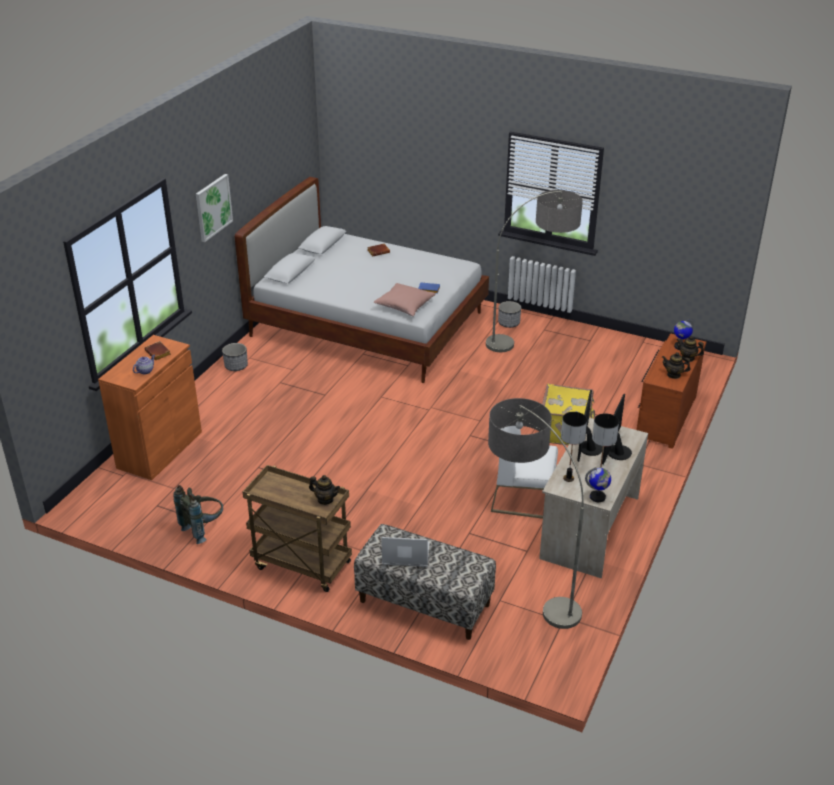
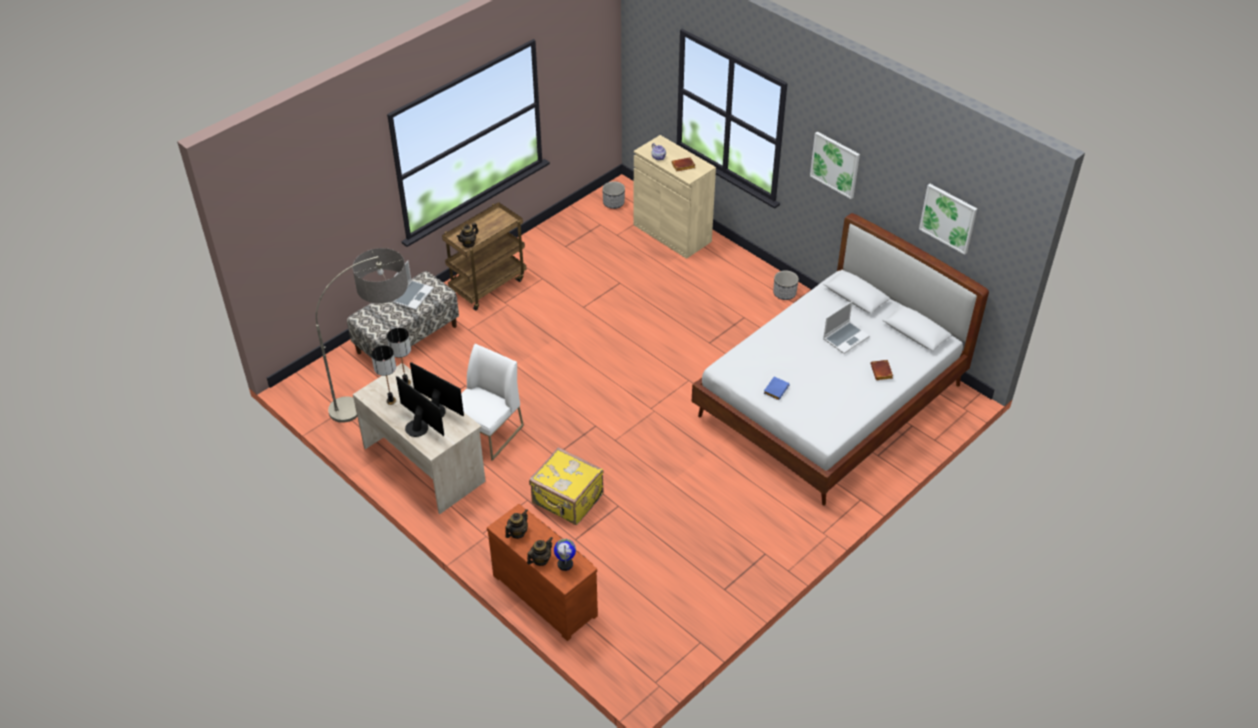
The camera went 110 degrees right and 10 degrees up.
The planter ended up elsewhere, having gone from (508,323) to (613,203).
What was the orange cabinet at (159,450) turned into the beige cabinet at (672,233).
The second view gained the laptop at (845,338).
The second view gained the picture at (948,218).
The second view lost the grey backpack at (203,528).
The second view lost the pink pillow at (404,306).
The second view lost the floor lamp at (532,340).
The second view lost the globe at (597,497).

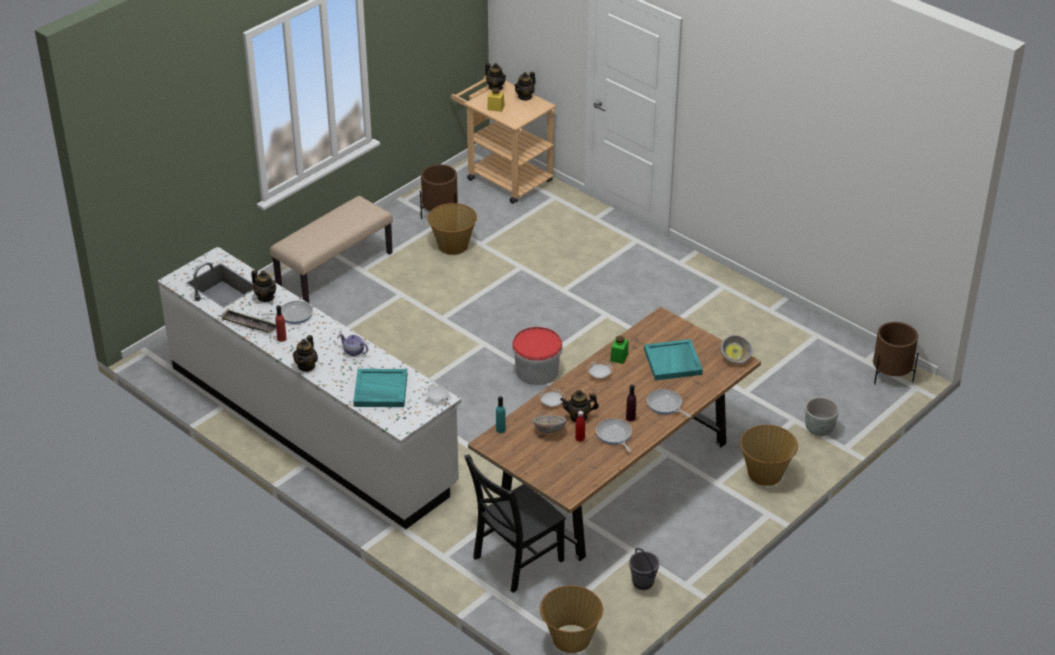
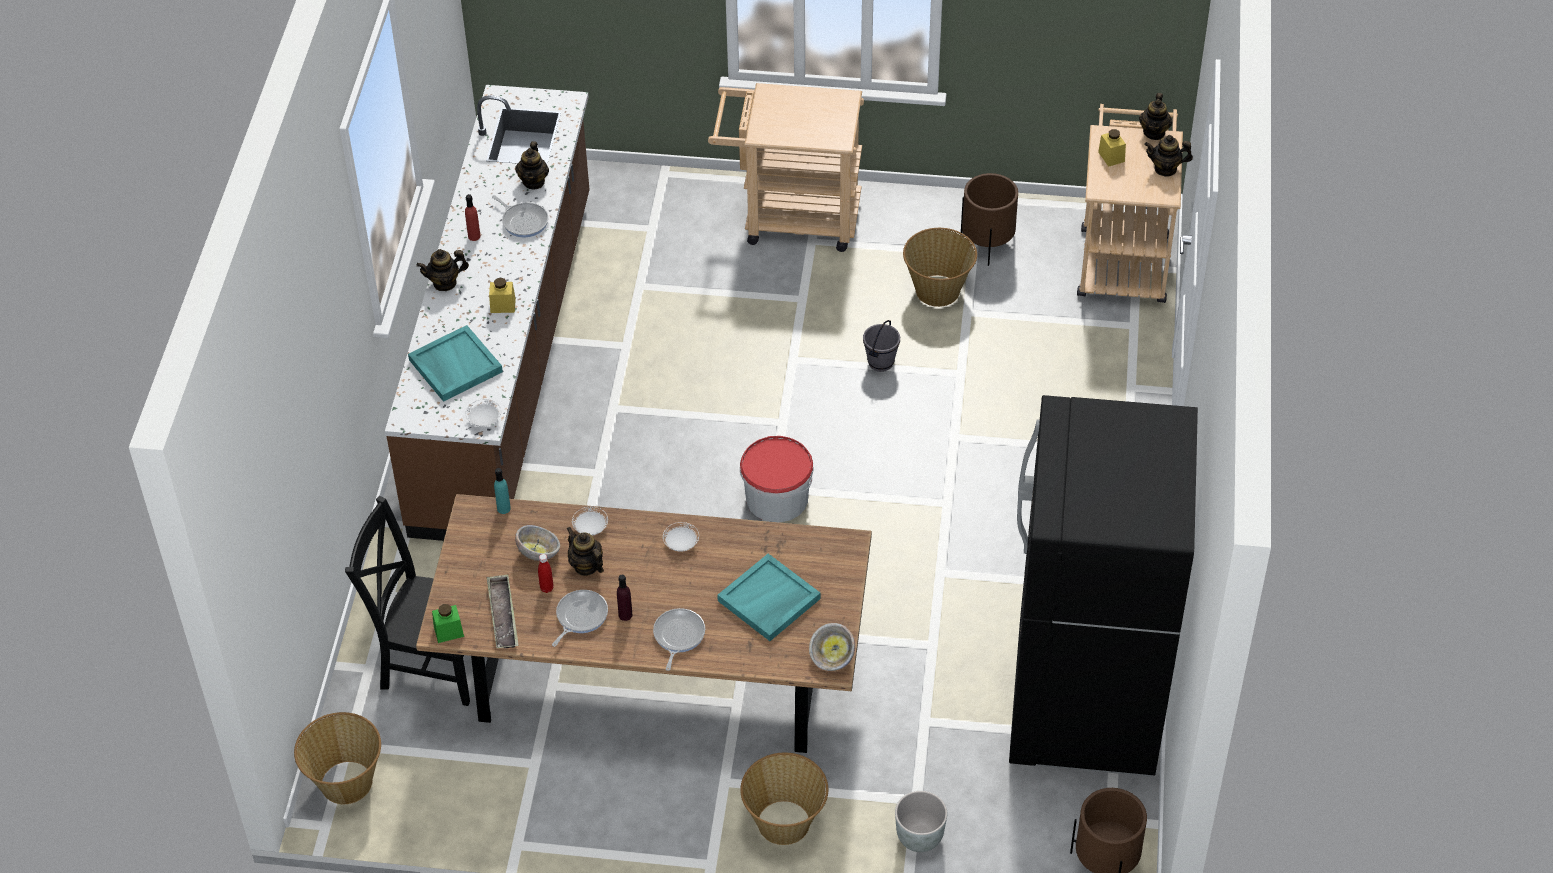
The camera went 55 degrees right and 10 degrees up.
What was the white counter at (312,426) turned into the brown counter at (506,361).
The green jar ended up elsewhere, having gone from (619,357) to (448,631).
The tray ended up elsewhere, having gone from (249,324) to (503,615).
Where the teapot stood at (353,351), the yellow jar came to stand at (503,305).
Where the beige bench stood at (334,269), the beige cart came to stand at (790,218).
The grey bucket ended up elsewhere, having gone from (643,583) to (881,363).
The second view gained the black fridge at (1085,704).

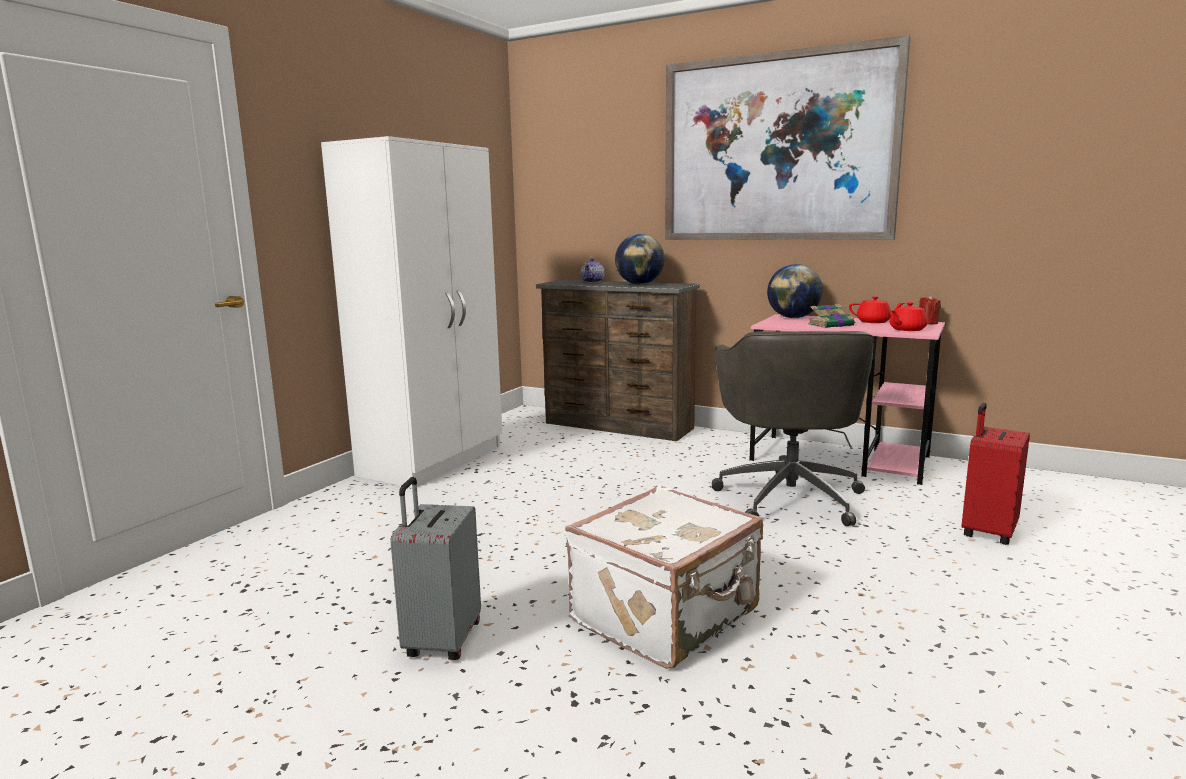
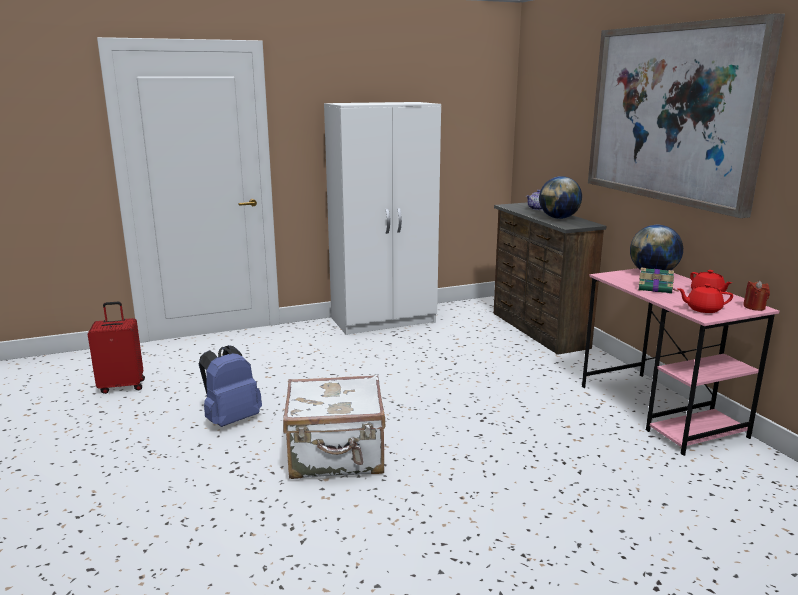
The camera went 40 degrees right and 5 degrees up.
The red suitcase ended up elsewhere, having gone from (987,532) to (122,386).
Where the grey suitcase stood at (441,641), the blue backpack came to stand at (231,419).
The second view lost the grey office chair at (789,497).

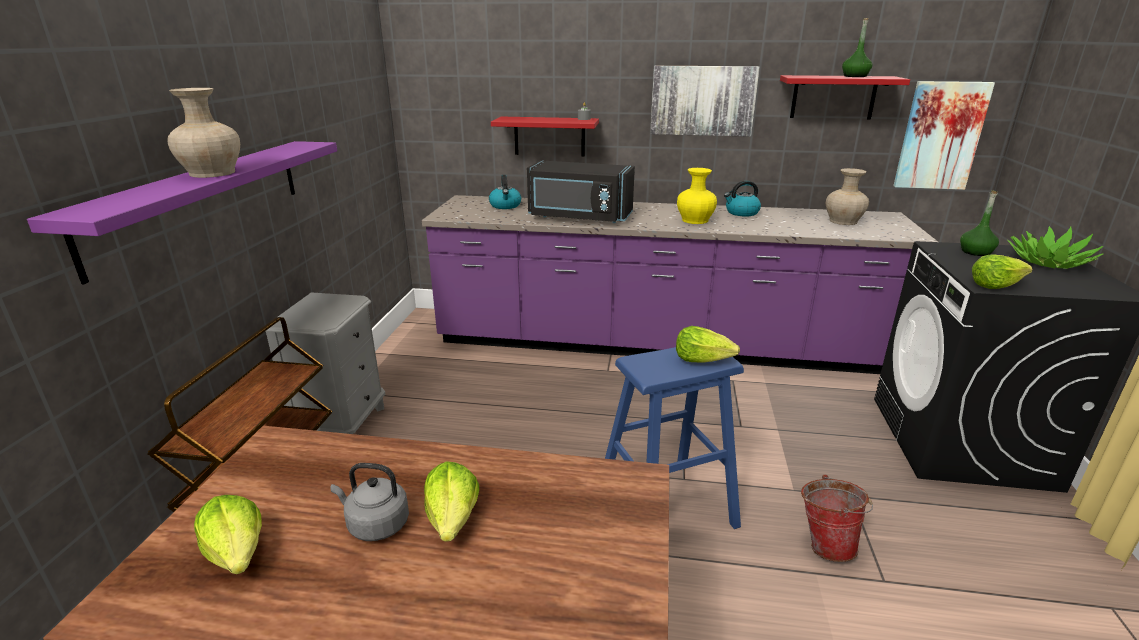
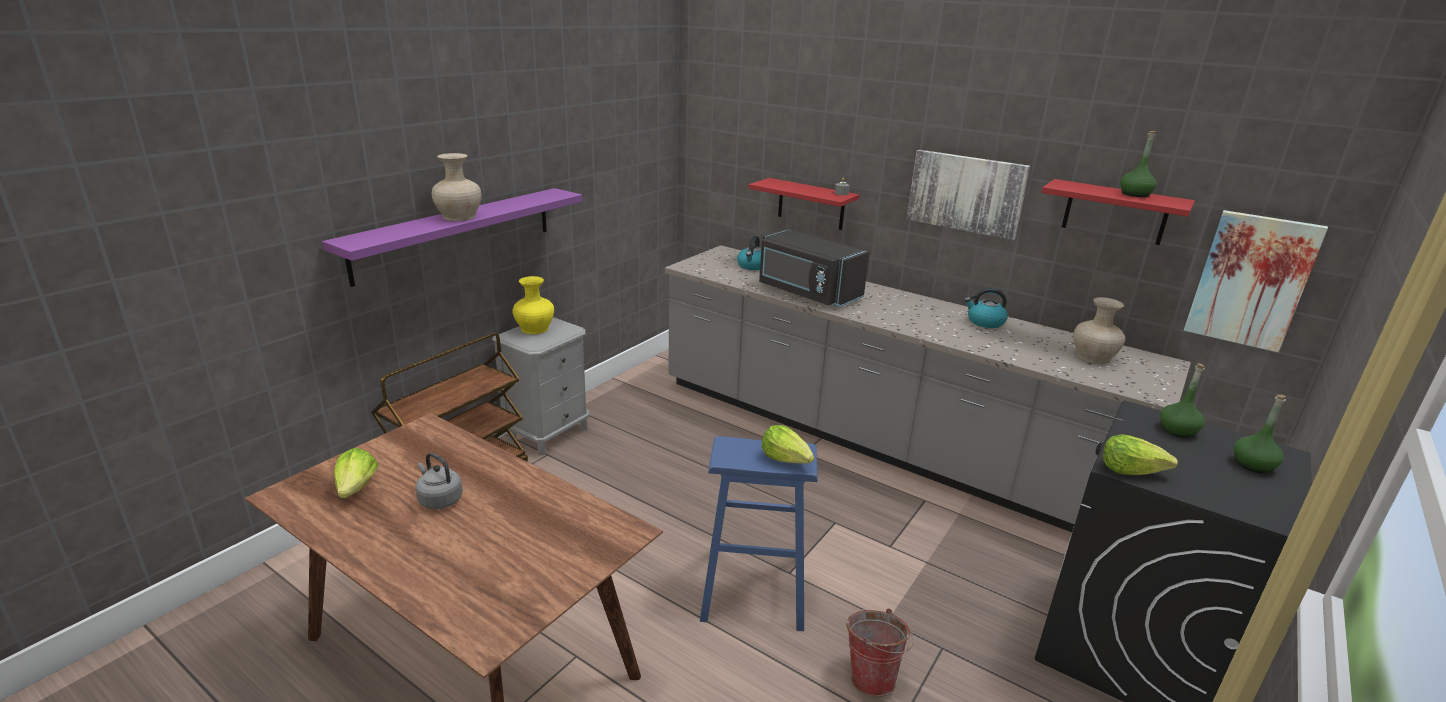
The camera went 25 degrees right and 0 degrees up.
The yellow vase ended up elsewhere, having gone from (695,220) to (535,329).
What was the purple counter at (657,344) turned into the grey counter at (877,441).
Where the potted plant stood at (1047,262), the green bottle came to stand at (1252,465).
The second view lost the lettuce at (453,518).

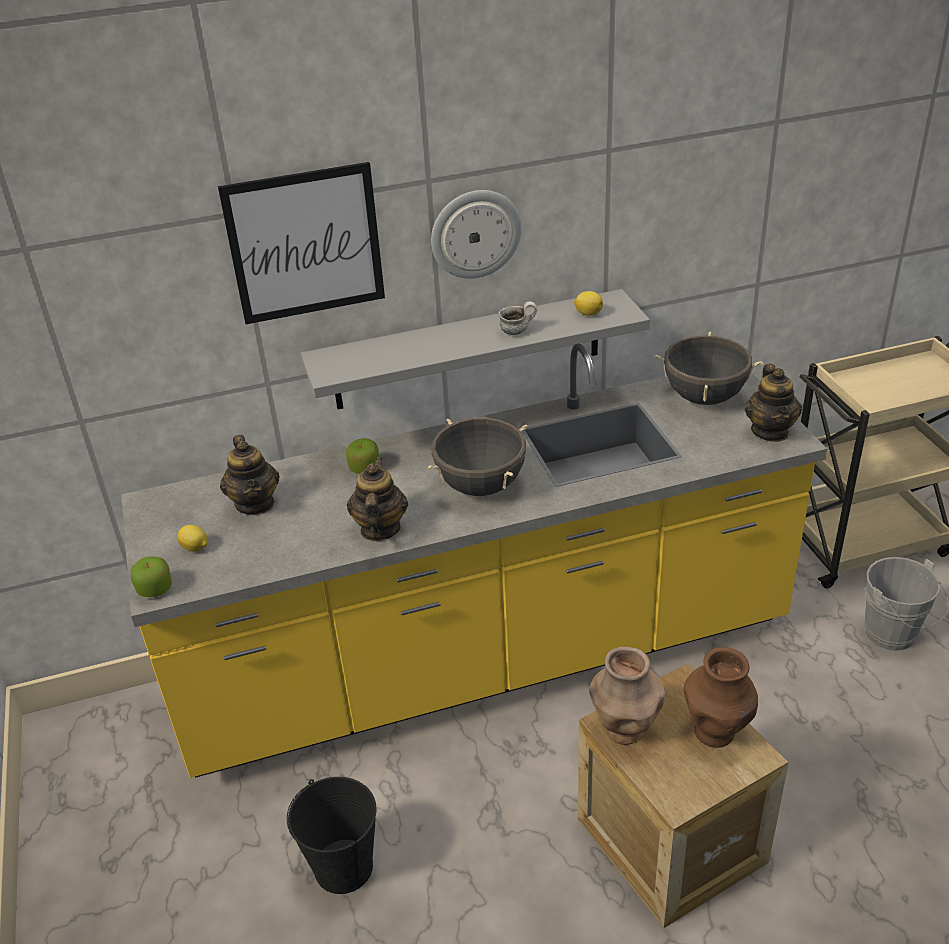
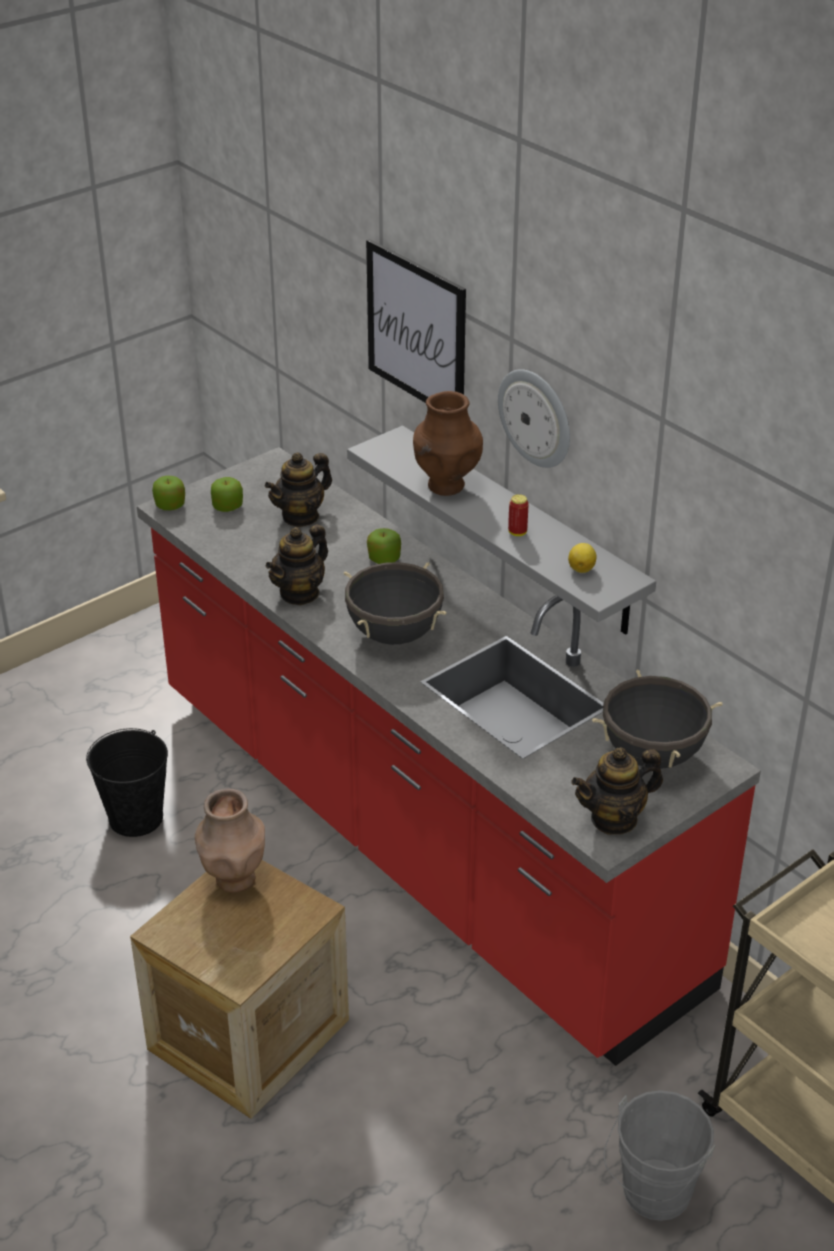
The camera went 65 degrees right and 0 degrees up.
What was the yellow counter at (486,661) turned into the red counter at (417,836).
Where the lemon stood at (195,548), the apple came to stand at (227,507).
The teapot at (379,529) ended up facing another way, 150 degrees clockwise from before.
The brown vase ended up elsewhere, having gone from (715,733) to (446,486).
Where the mug stood at (518,330), the can came to stand at (517,532).

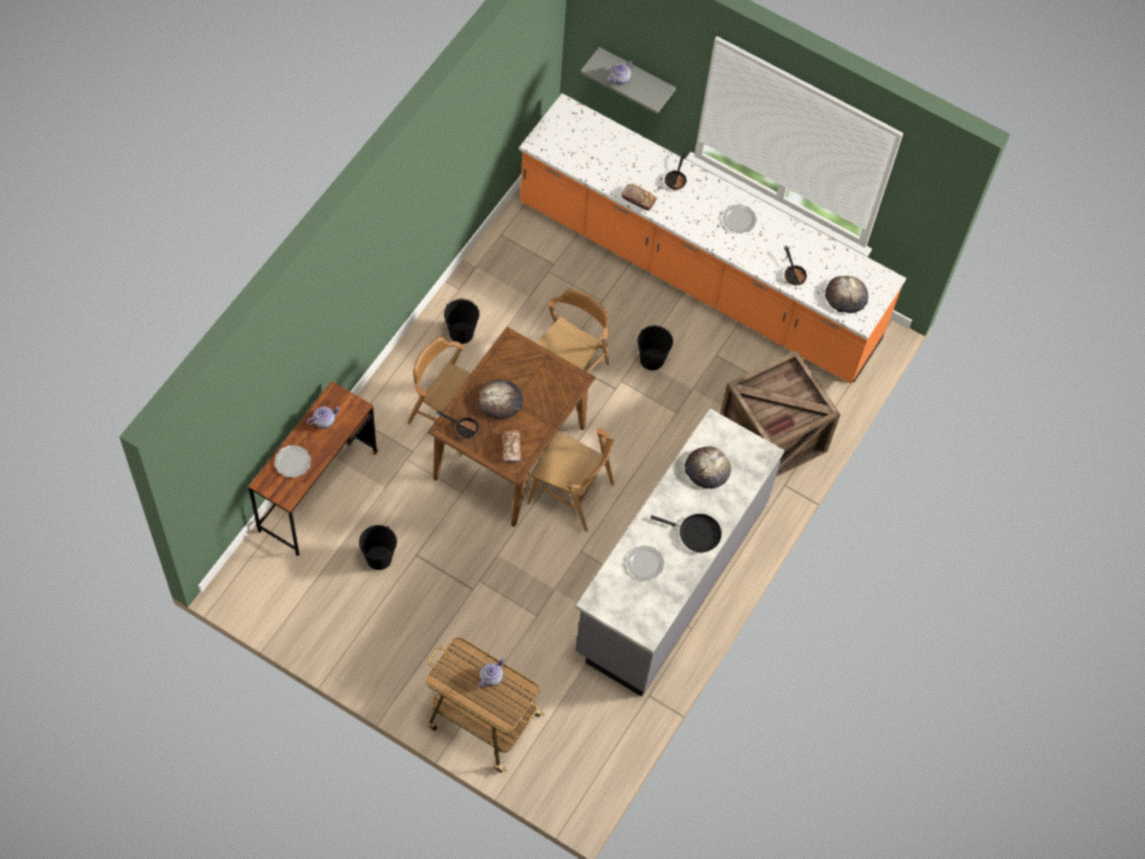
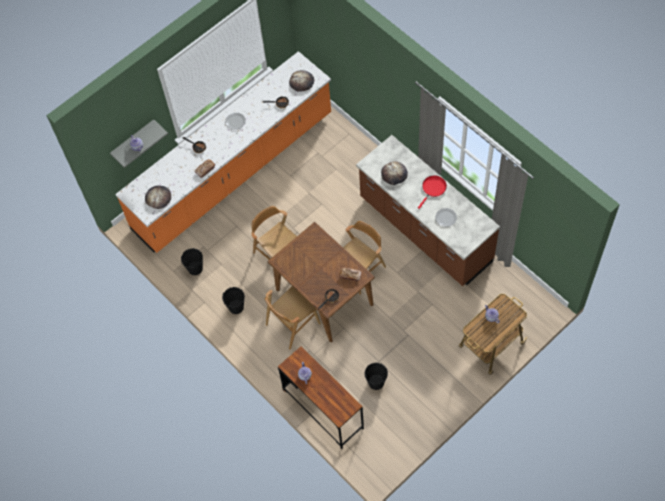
The camera went 65 degrees left and 0 degrees up.
The bread ended up elsewhere, having gone from (500,401) to (158,197).
The black bucket ended up elsewhere, having gone from (651,360) to (195,268).
What was the grey counter at (670,578) turned into the brown counter at (425,231).
What was the black frying pan at (696,534) turned into the red frying pan at (433,188).
The second view lost the plate at (292,462).
The second view lost the crate at (772,438).

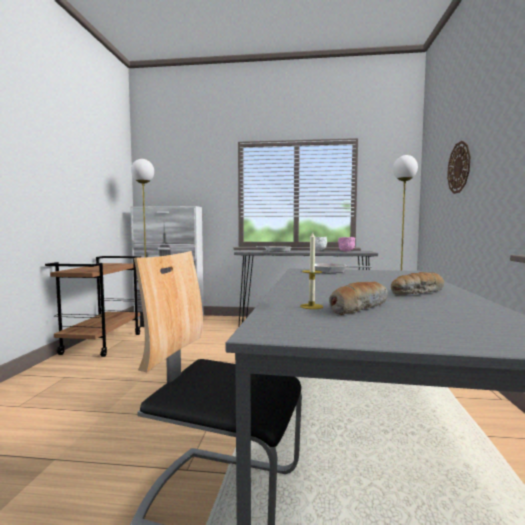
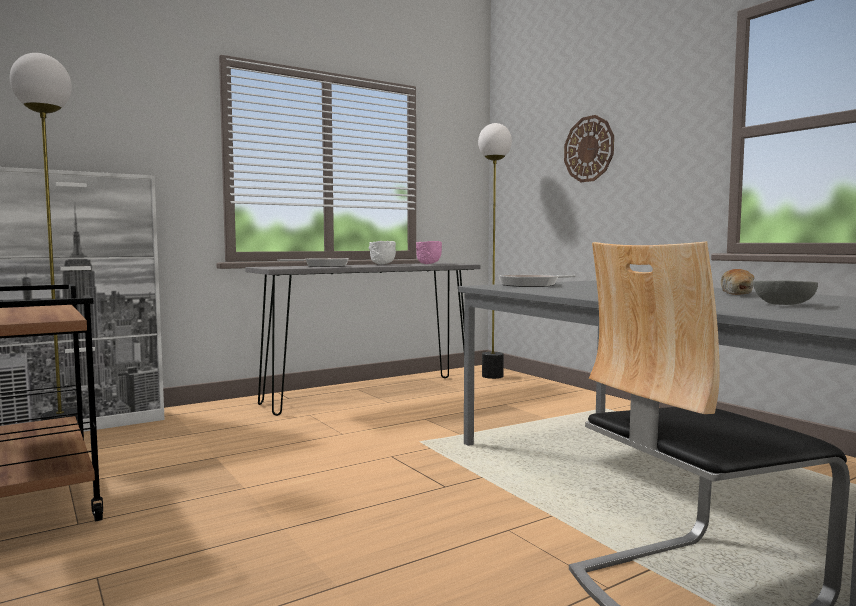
The camera went 40 degrees left and 0 degrees up.
Where the bread stood at (358,307), the grey bowl came to stand at (782,304).
The second view lost the candle at (311,306).

